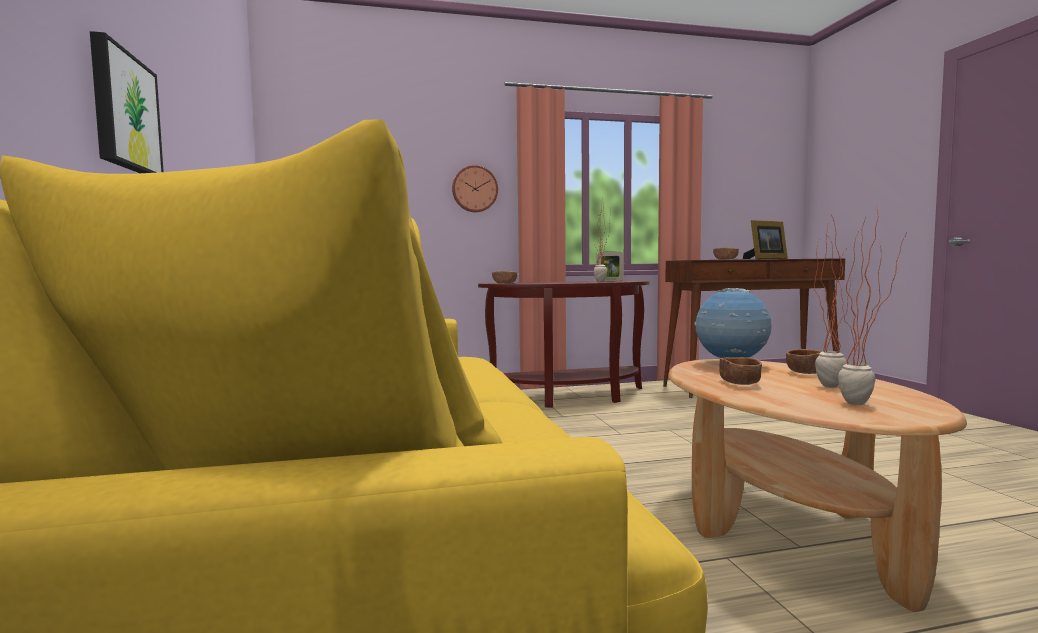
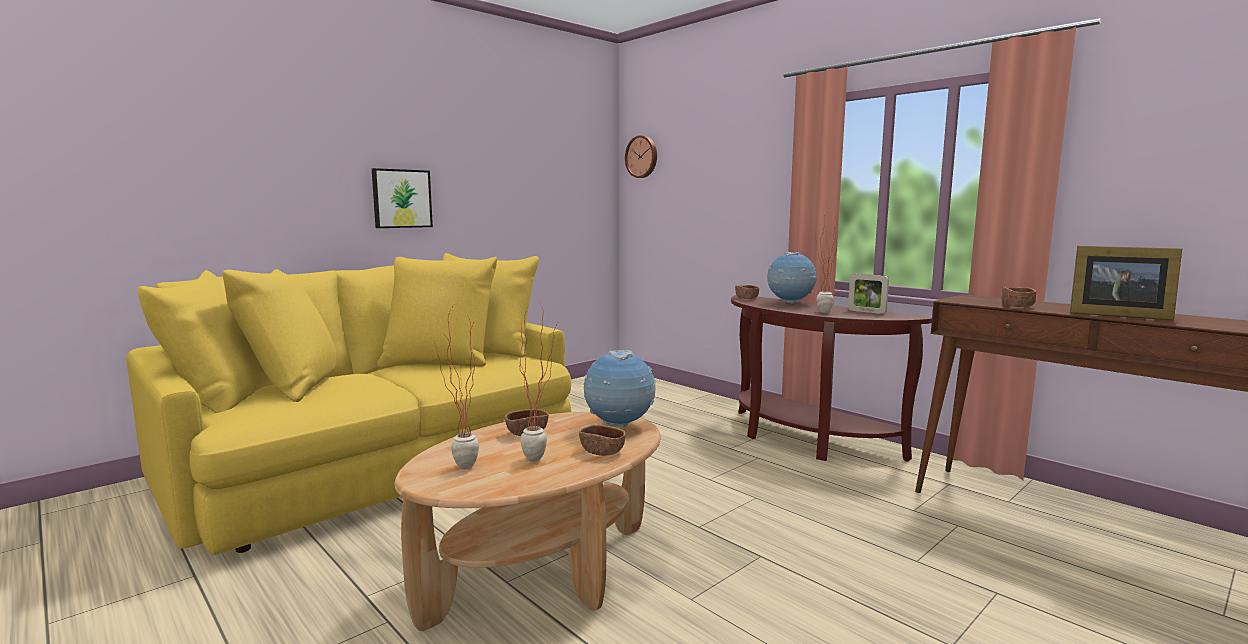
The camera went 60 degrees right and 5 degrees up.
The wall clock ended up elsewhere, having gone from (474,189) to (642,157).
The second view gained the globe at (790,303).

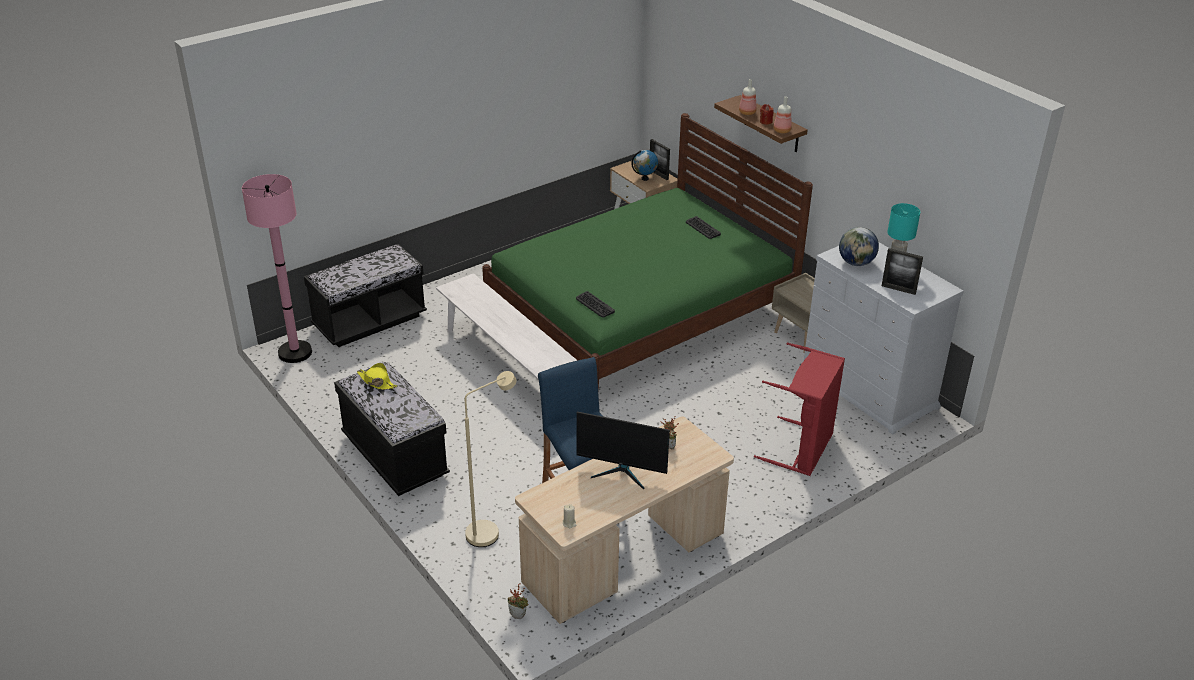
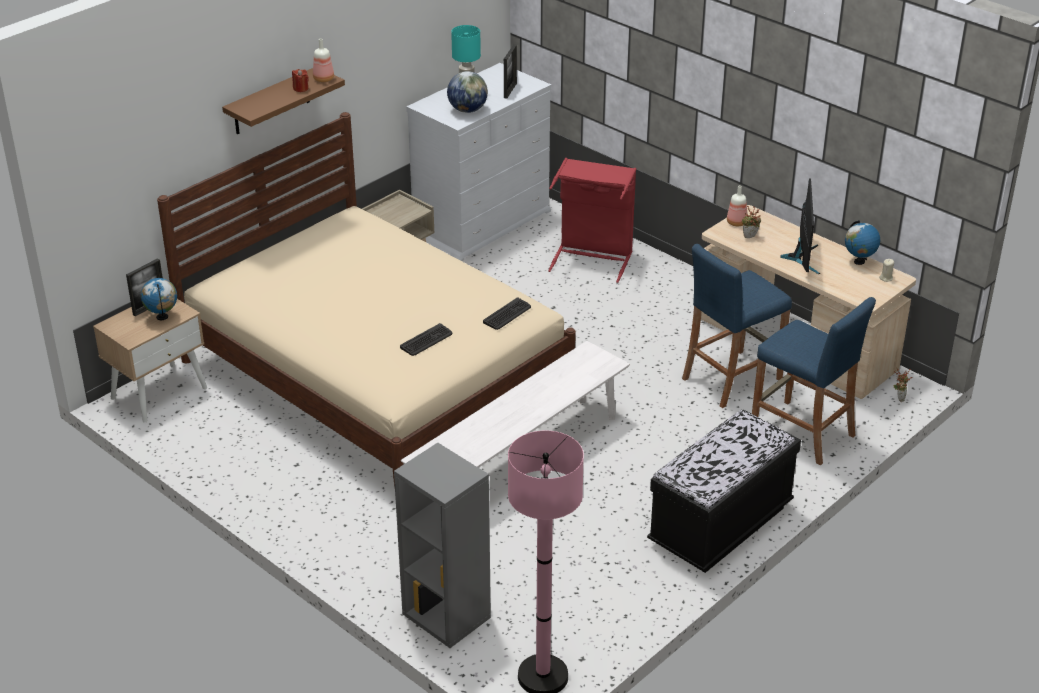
The camera went 100 degrees left and 0 degrees up.
What was the green bed at (640,314) turned into the beige bed at (376,375).
Where the black bench stood at (369,321), the grey bookcase came to stand at (445,616).
The keyboard ended up elsewhere, having gone from (702,228) to (426,340).
The bottle ended up elsewhere, having gone from (747,113) to (737,223).
Where the beige floor lamp stood at (490,531), the blue stool came to stand at (802,432).
The second view gained the globe at (859,262).
The second view lost the yellow hat at (377,382).

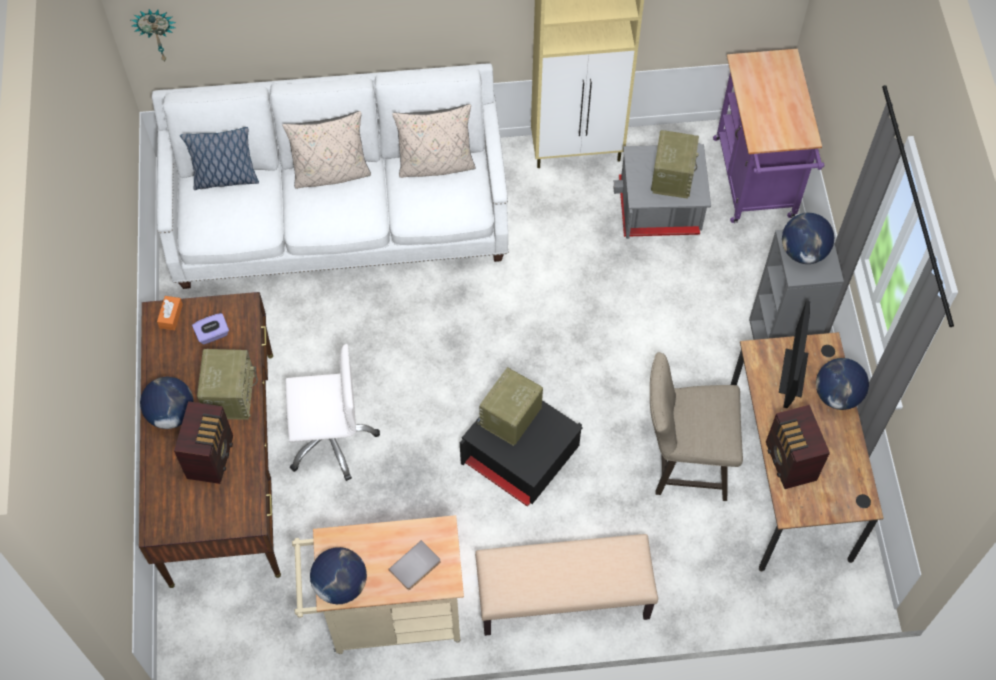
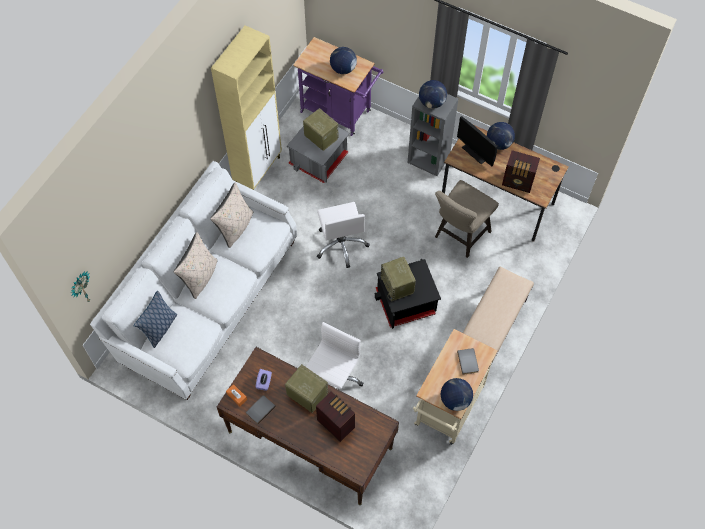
The camera went 55 degrees left and 0 degrees up.
The second view gained the grey book at (260,409).
The second view gained the white office chair at (341,244).
The globe ended up elsewhere, having gone from (171,414) to (343,69).

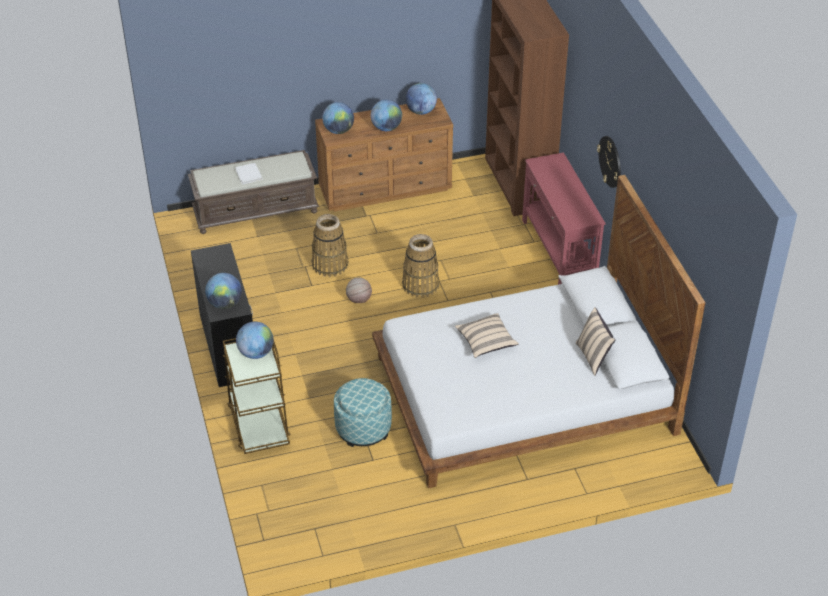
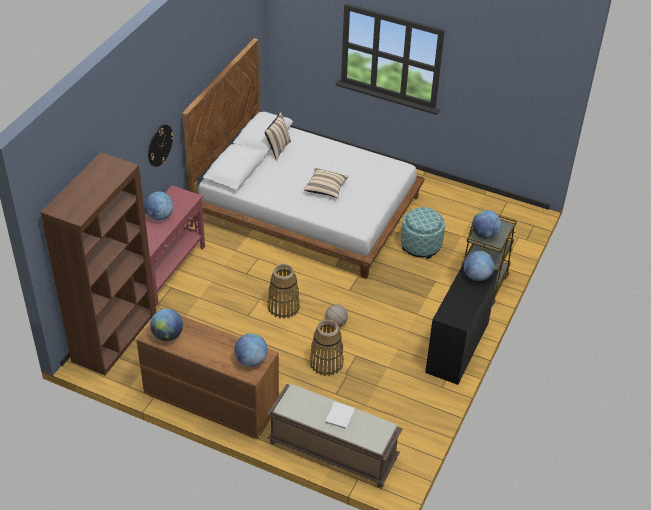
The camera went 140 degrees left and 0 degrees up.
The globe ended up elsewhere, having gone from (386,128) to (160,216).

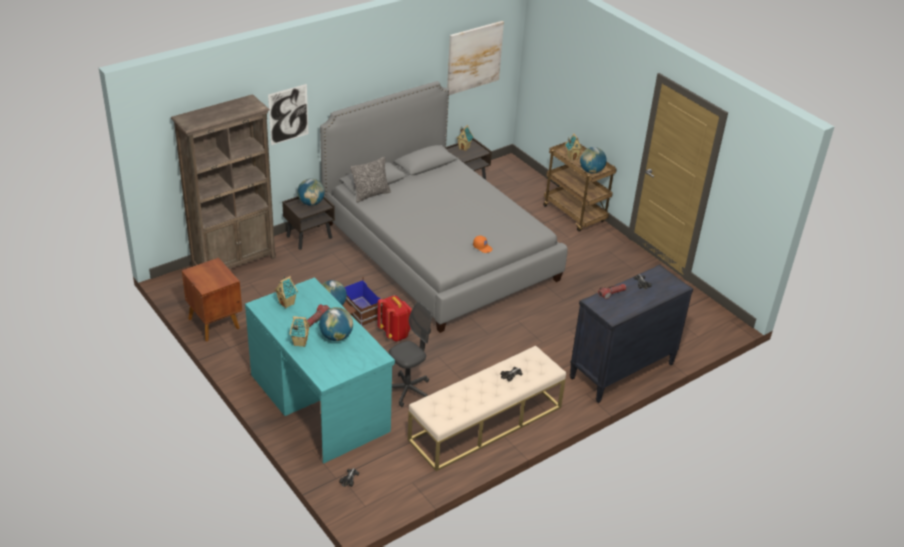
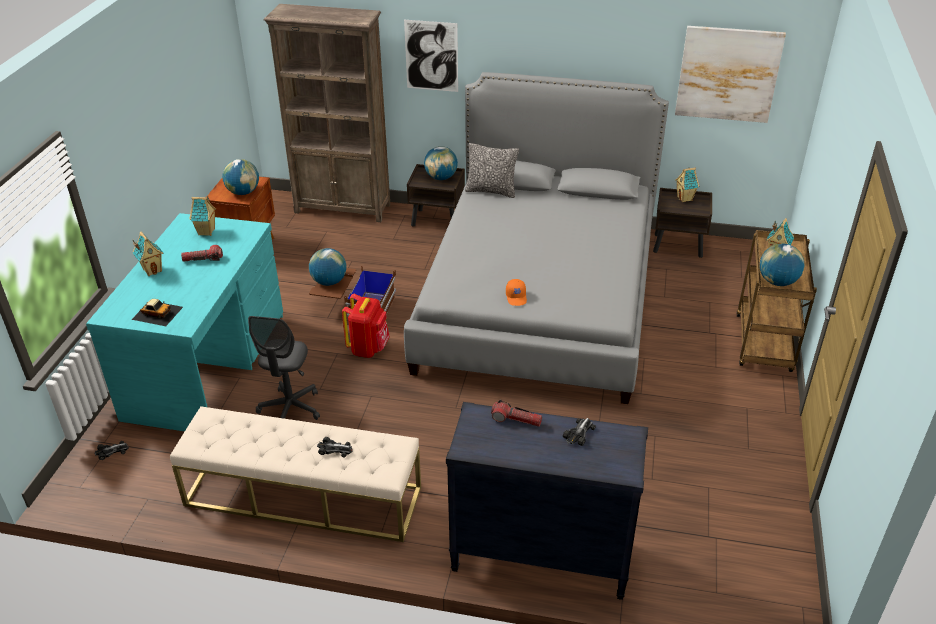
The camera went 50 degrees right and 0 degrees up.
The second view gained the toy car at (157,313).
The globe ended up elsewhere, having gone from (336,336) to (243,192).
The grey office chair at (408,391) ended up facing another way, 90 degrees clockwise from before.

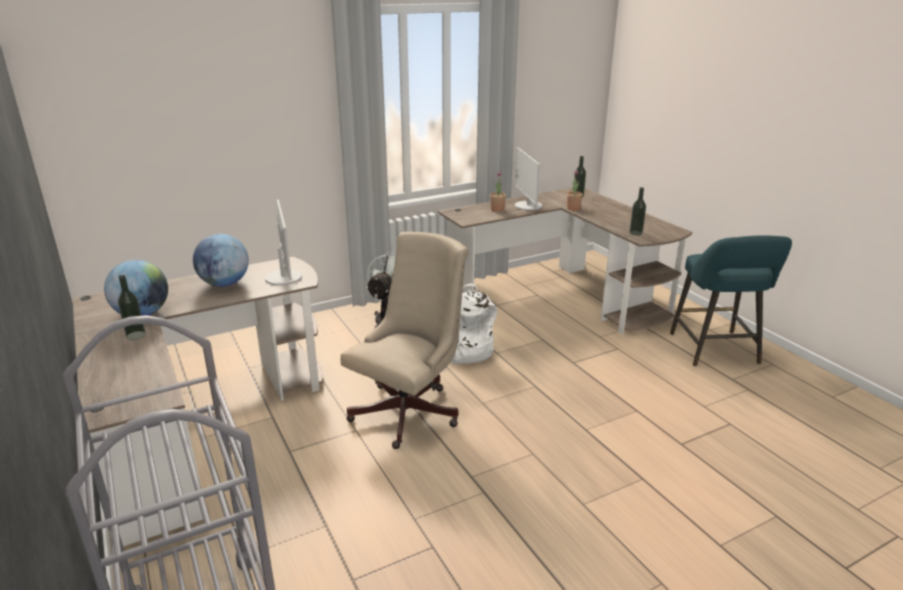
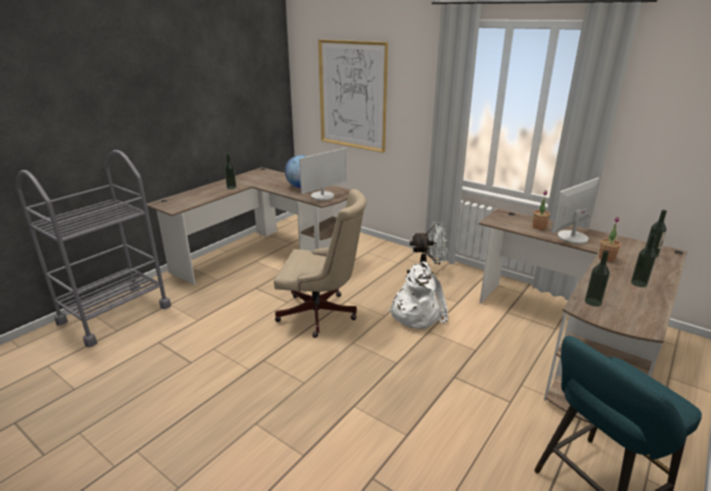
The camera went 65 degrees right and 0 degrees up.
The second view gained the picture at (352,95).
The second view gained the bottle at (638,283).
The second view lost the globe at (142,314).

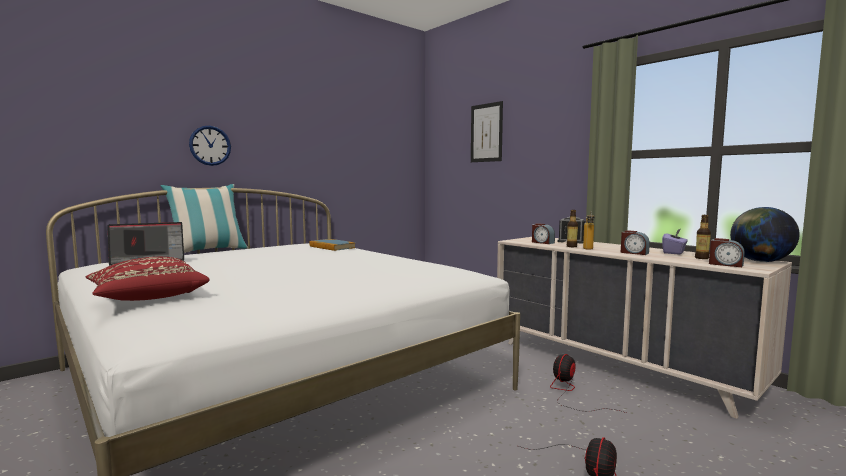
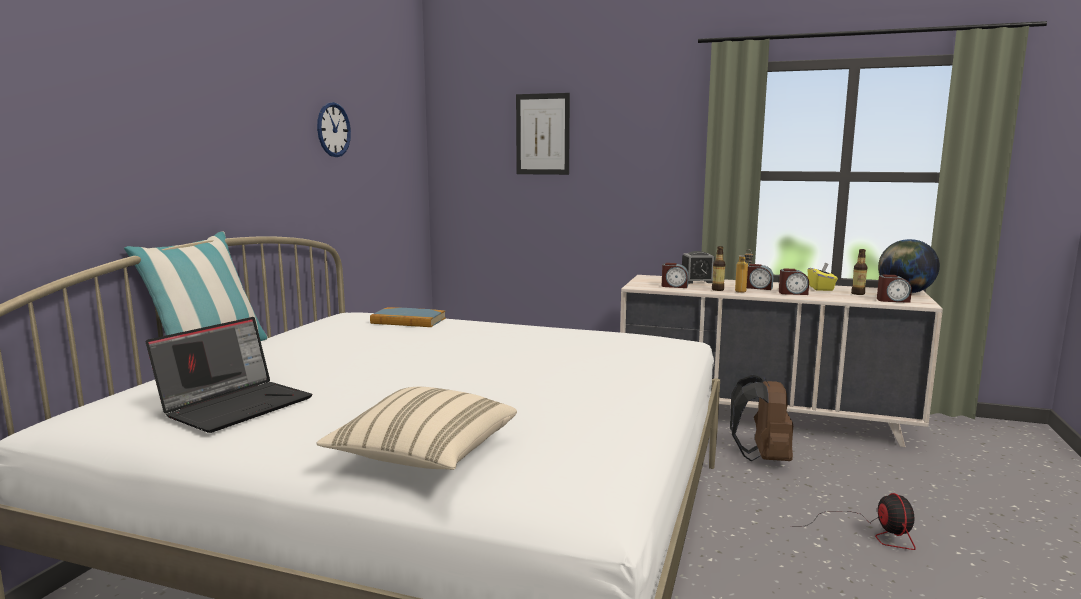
The camera went 30 degrees left and 5 degrees up.
The wall clock ended up elsewhere, having gone from (210,145) to (333,130).
What was the red pillow at (148,297) turned into the beige pillow at (423,455).
Where the fan stood at (570,393), the brown backpack came to stand at (762,458).
The second view gained the alarm clock at (758,288).
What was the purple tissue box at (674,252) turned into the yellow tissue box at (821,288).

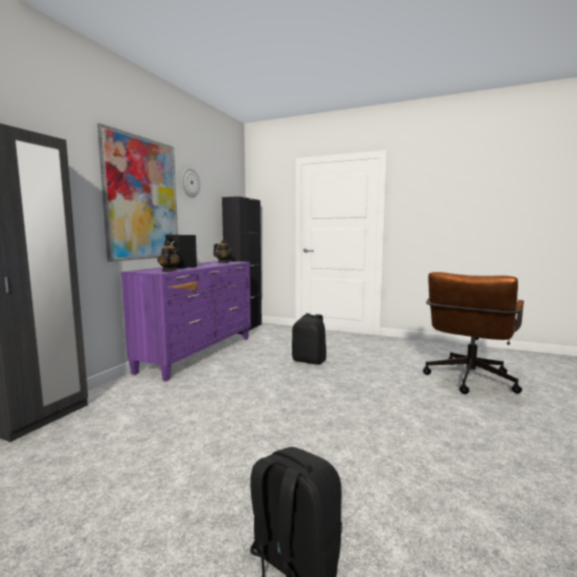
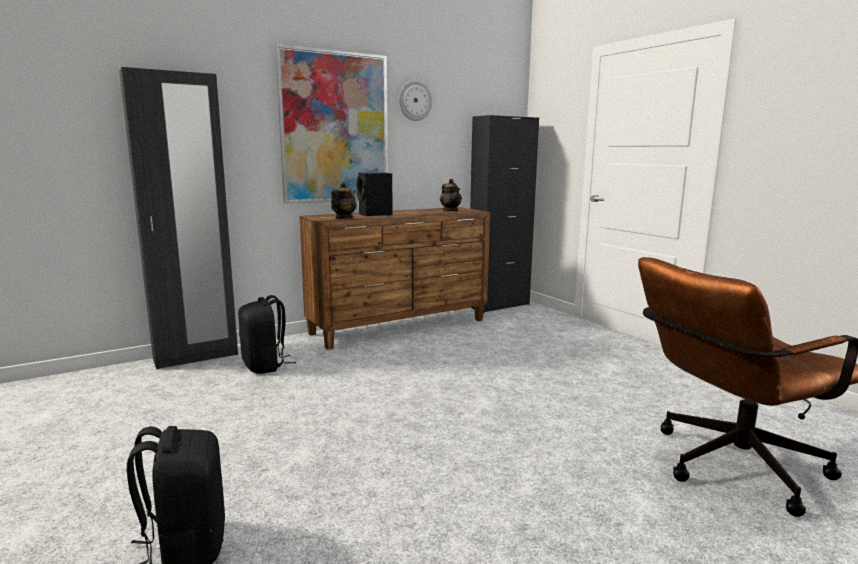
The camera went 35 degrees right and 5 degrees up.
The black backpack ended up elsewhere, having gone from (309,361) to (265,366).
What was the purple dresser at (199,353) turned into the brown dresser at (400,327).

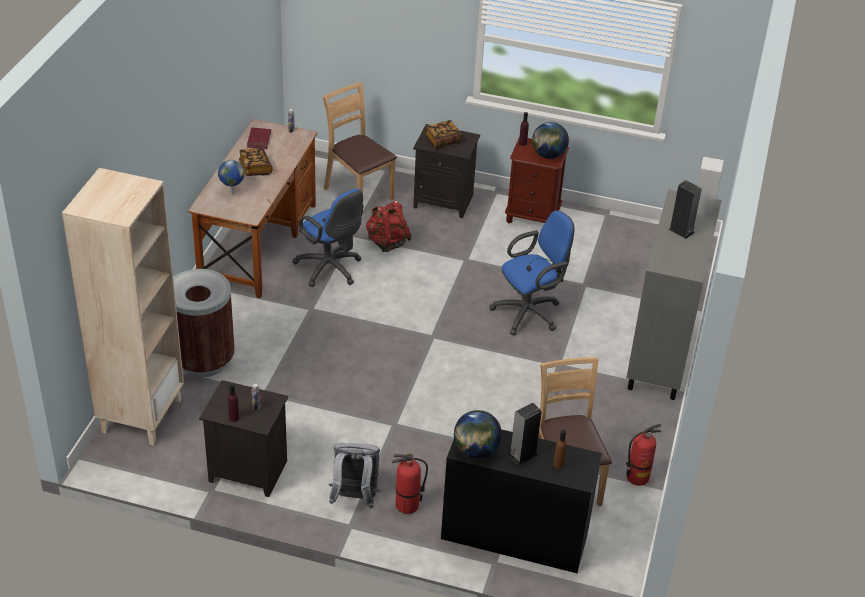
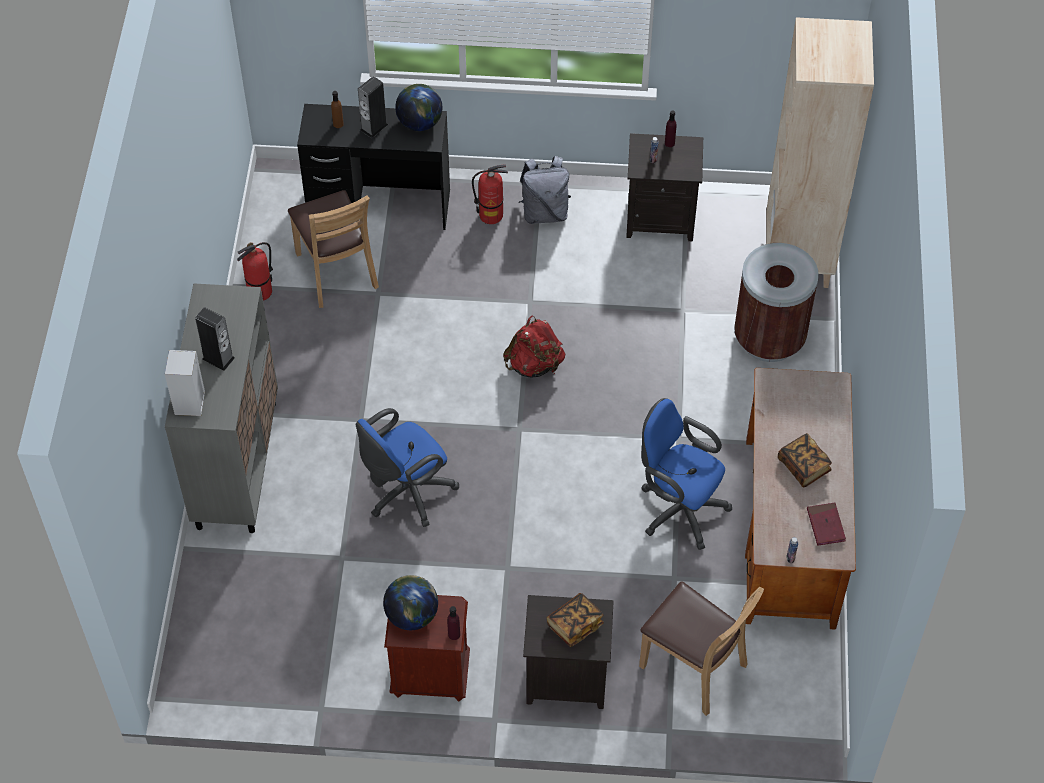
The camera went 170 degrees right and 15 degrees up.
The red backpack ended up elsewhere, having gone from (387,243) to (534,365).
The second view lost the globe at (232,193).

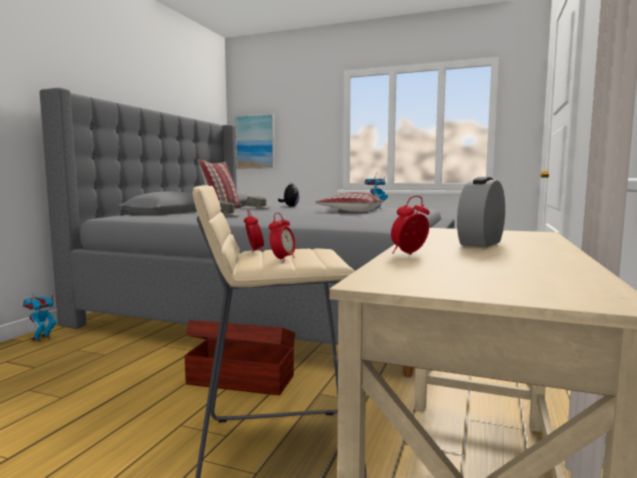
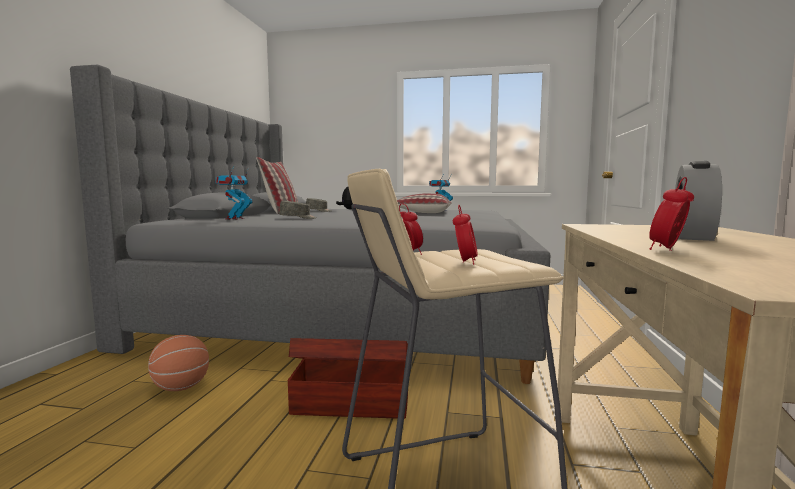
The camera went 10 degrees left and 0 degrees up.
The second view gained the basketball at (180,387).
The toy robot ended up elsewhere, having gone from (41,338) to (235,219).
The second view lost the picture at (255,142).

